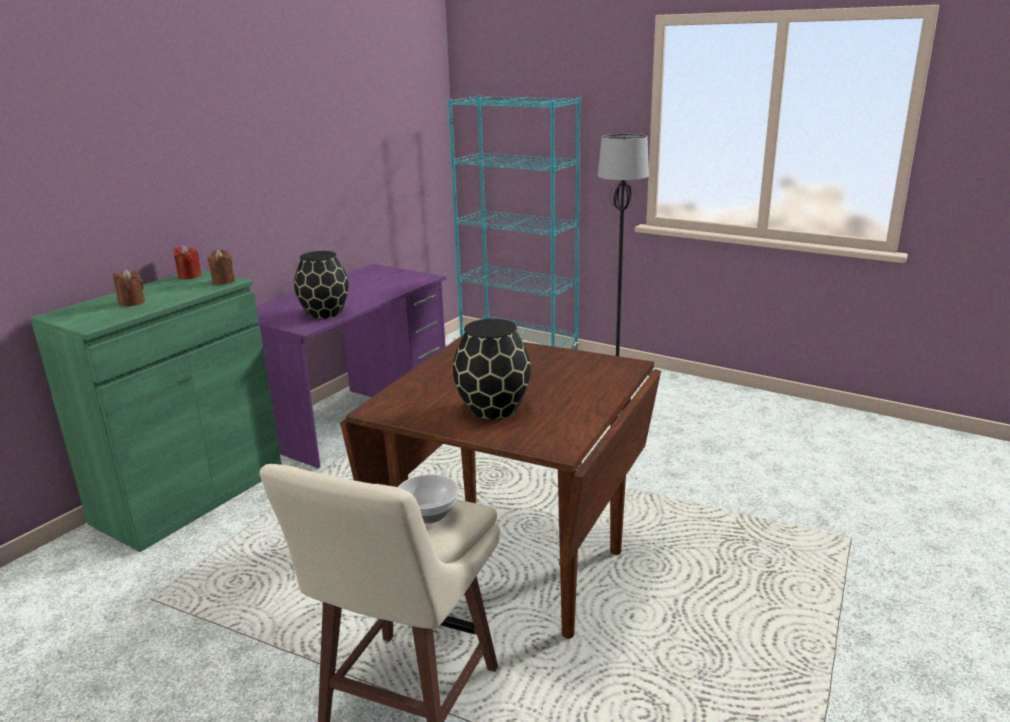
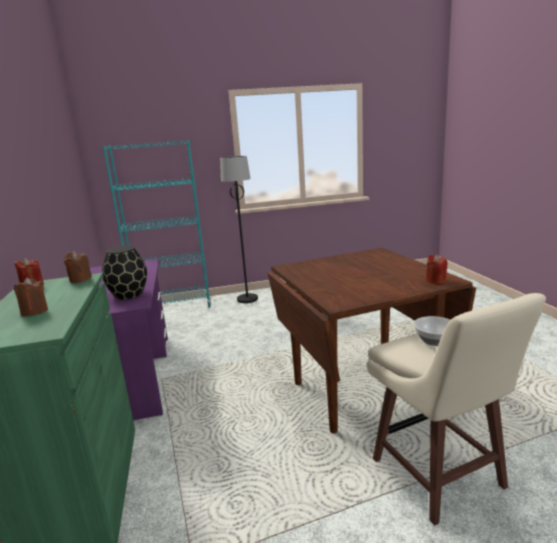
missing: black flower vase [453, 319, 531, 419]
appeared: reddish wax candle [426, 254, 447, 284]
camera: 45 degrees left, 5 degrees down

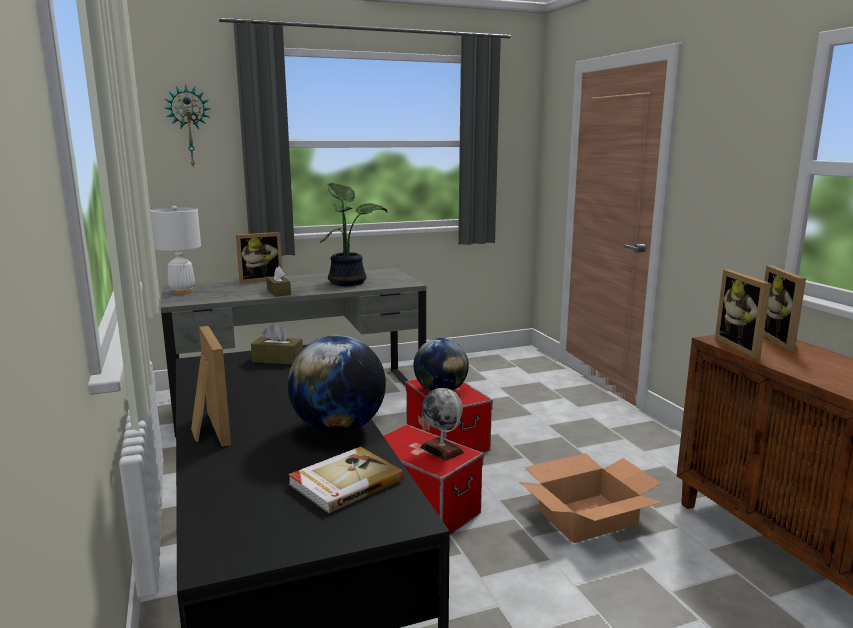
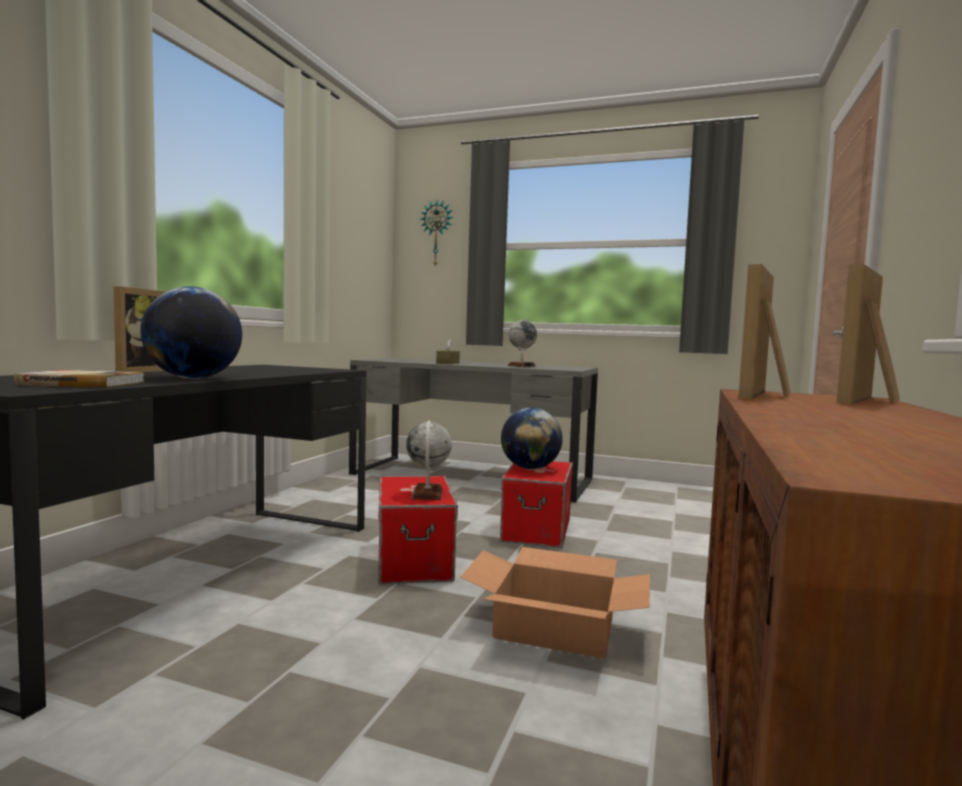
missing: white lamp for a table [151, 206, 201, 294]; photo frame [236, 232, 282, 283]; brown tissue box [251, 323, 303, 365]
exchanged: plant in a pot [320, 183, 388, 286] to world globe [508, 319, 537, 367]
camera: 40 degrees right, 10 degrees down

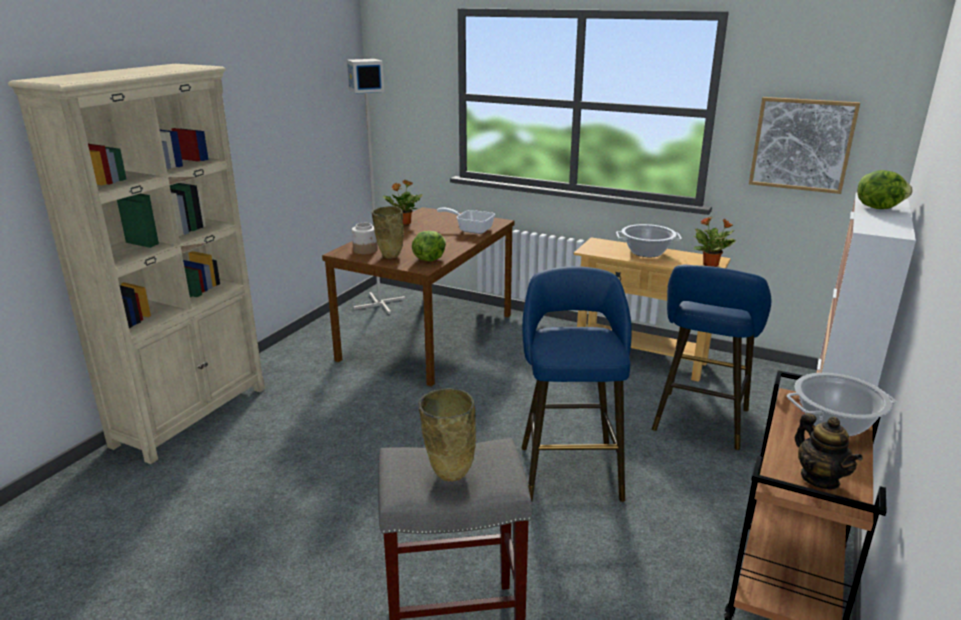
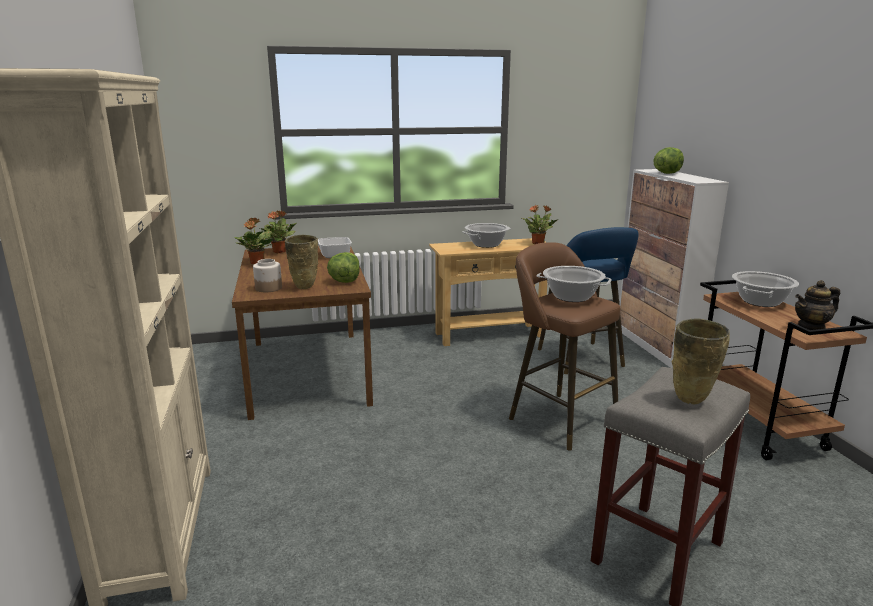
missing: greyish standard lamp [347, 59, 405, 314]; picture [749, 97, 860, 194]
appeared: plant in a pot [260, 210, 296, 253]; stockpot [537, 266, 612, 302]
colour: blue-coloured stool seat [522, 266, 632, 502] to brown stool seat [509, 242, 620, 451]
spun: teapot [795, 413, 863, 490] = [795, 280, 840, 330] 135 degrees clockwise
camera: 40 degrees left, 5 degrees down

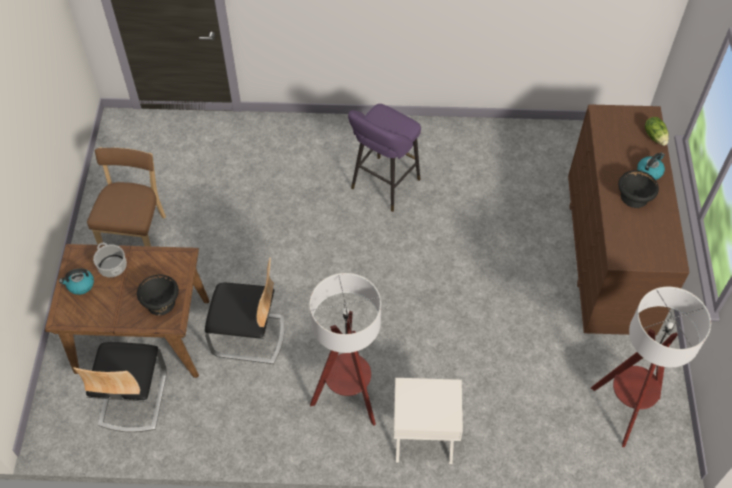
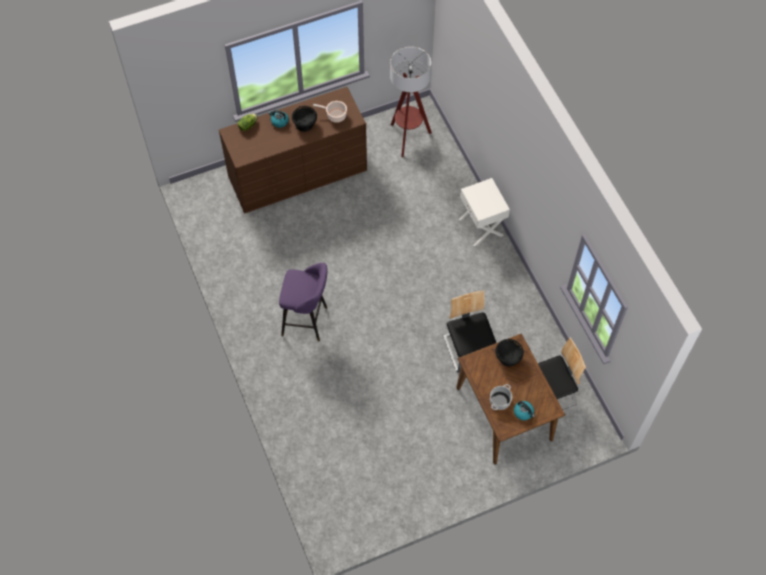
missing: brown upright chair [87, 147, 166, 246]; standard lamp [309, 273, 381, 425]
appeared: stockpot [313, 101, 347, 123]
camera: 115 degrees left, 5 degrees up

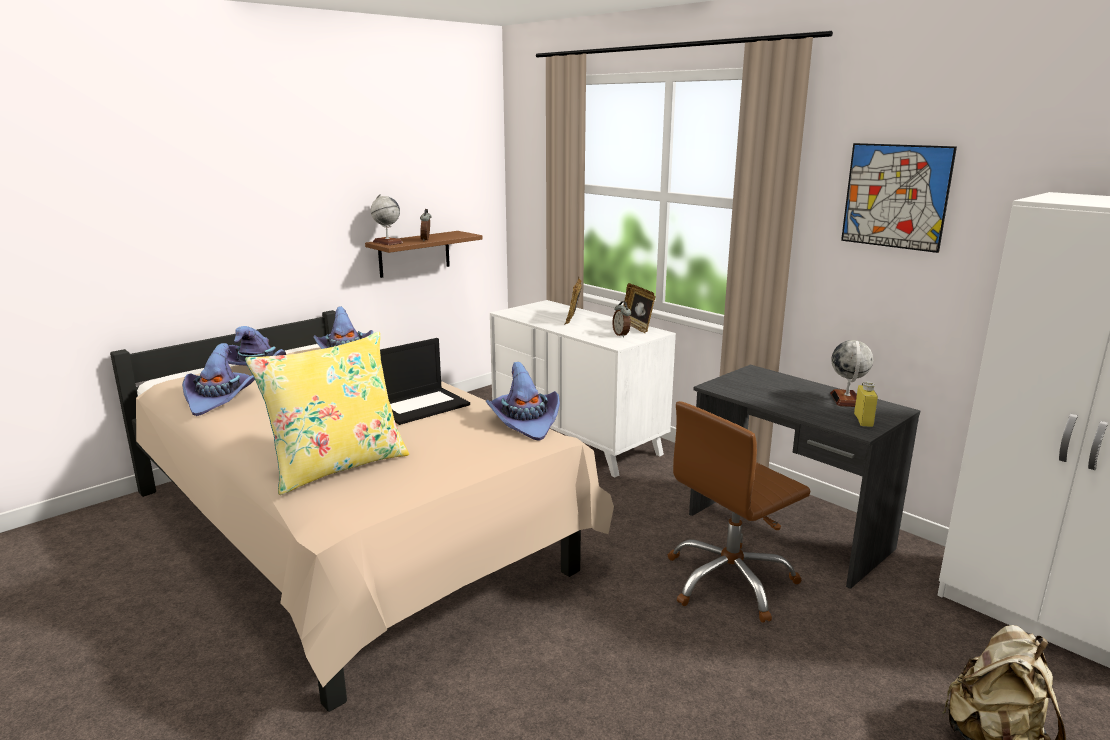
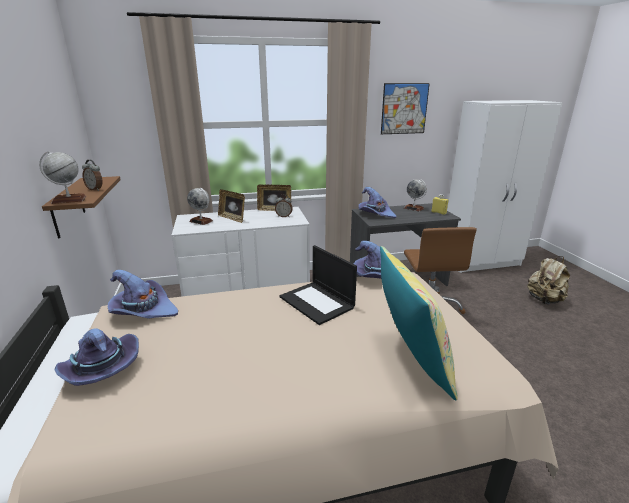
appeared: world globe [187, 188, 213, 225]
relocated: purple clothing hat [182, 343, 255, 416] to [358, 187, 396, 218]
spun: laptop [380, 338, 470, 425] = [280, 245, 357, 325] 150 degrees clockwise
camera: 60 degrees left, 5 degrees up

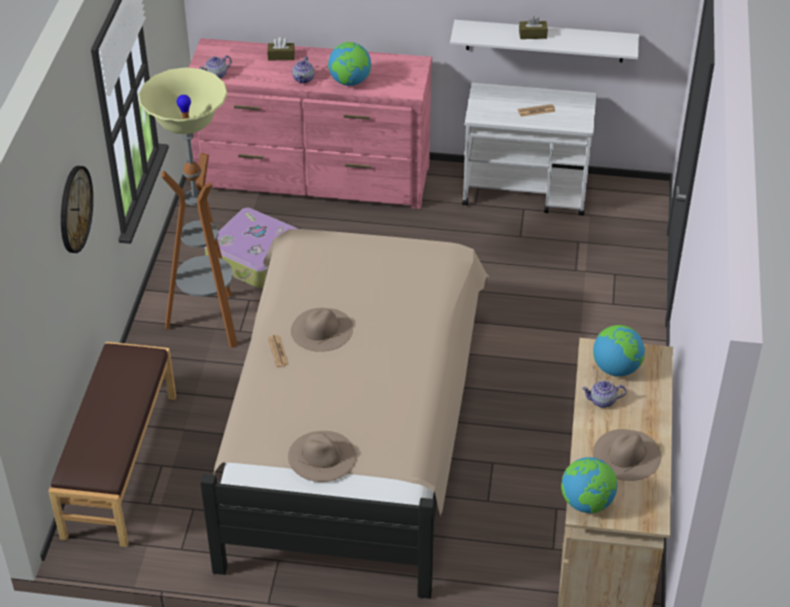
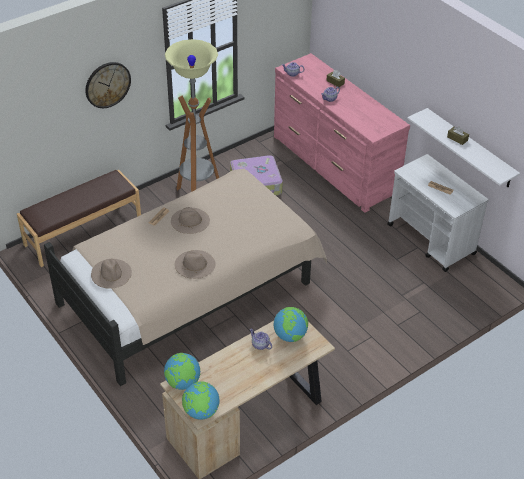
relocated: world globe [328, 42, 371, 86] to [182, 381, 220, 420]; beige-coloured clothing hat [593, 429, 661, 481] to [175, 250, 216, 279]
camera: 45 degrees right, 0 degrees up

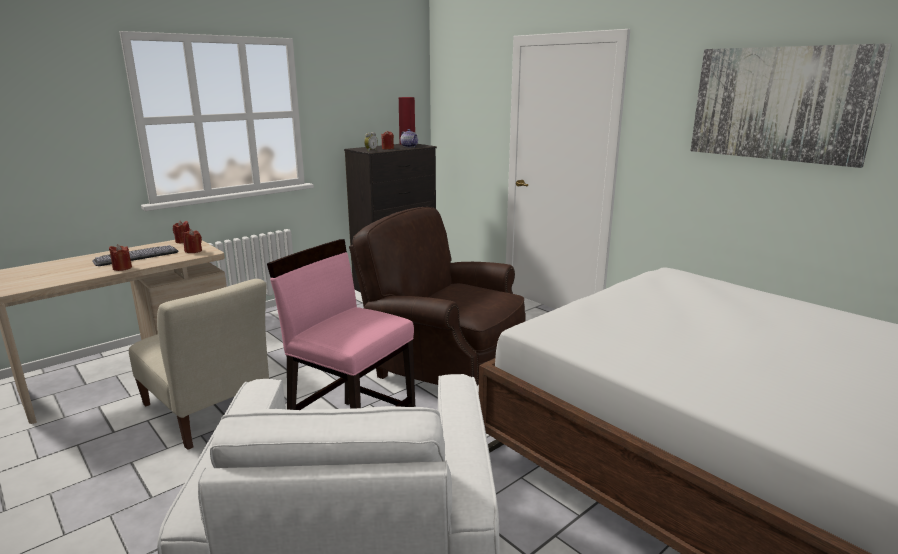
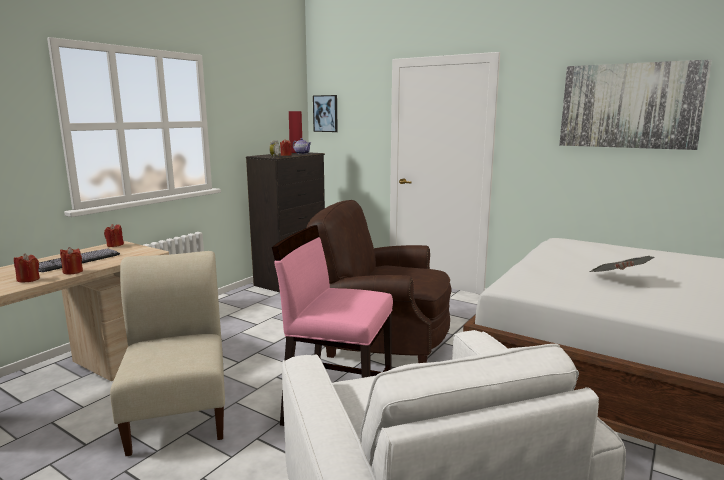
appeared: picture [313, 95, 338, 132]; printed paper [589, 256, 655, 272]
relocated: reddish wax candle [182, 229, 202, 253] to [14, 254, 40, 283]
spun: beige-coloured upright chair [129, 279, 269, 450] = [110, 251, 225, 456] 135 degrees counterclockwise
camera: 15 degrees left, 5 degrees down

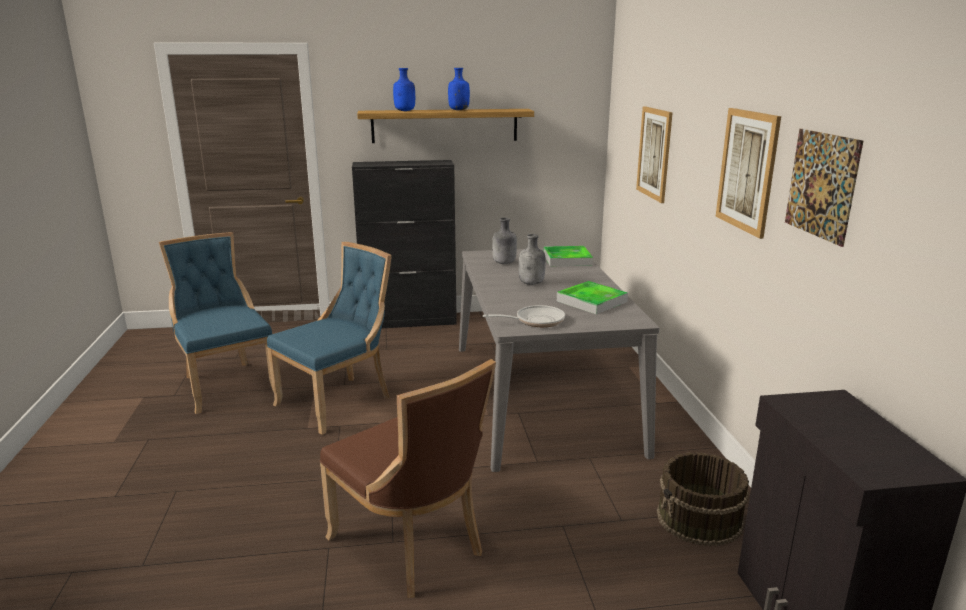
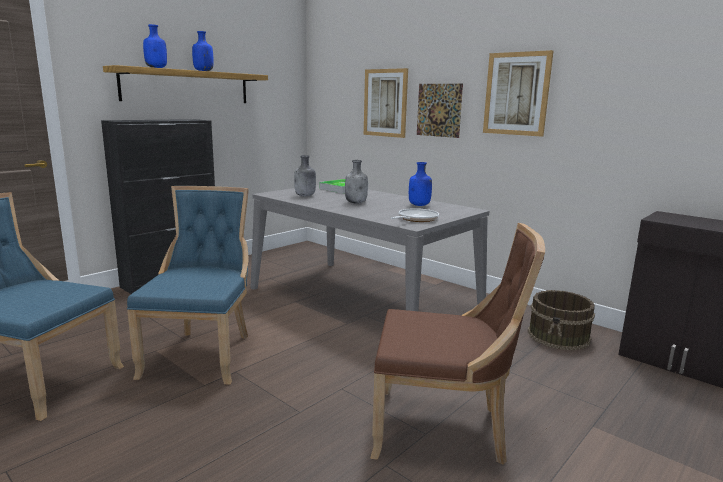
relocated: picture [785, 129, 863, 247] to [417, 84, 463, 138]
exchanged: carrying tray [557, 281, 628, 314] to blue-coloured drink bottle [409, 162, 432, 206]
camera: 40 degrees left, 5 degrees down

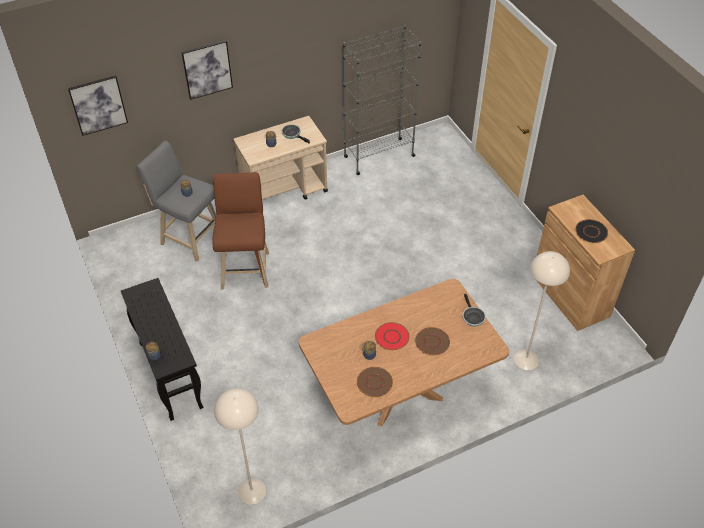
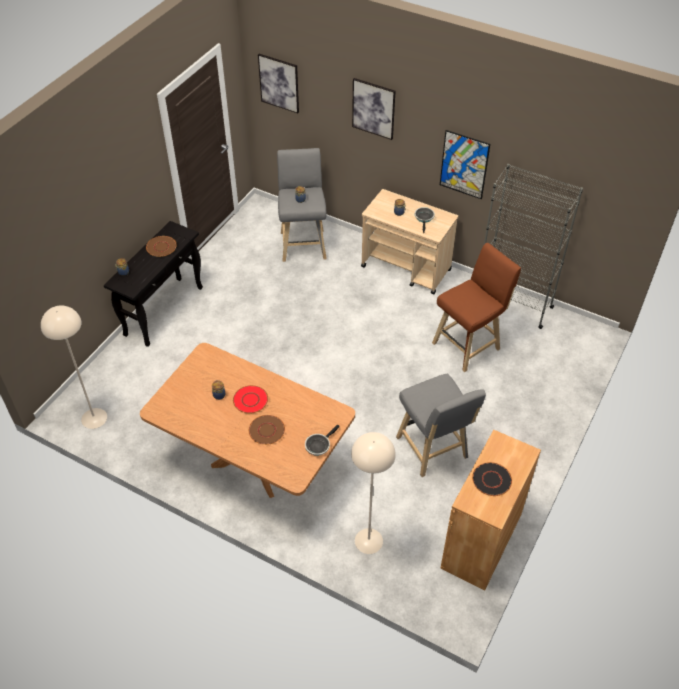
appeared: greyish stool seat [396, 374, 486, 477]; picture [440, 130, 490, 199]
relocated: brown stool seat [212, 172, 269, 289] to [432, 243, 521, 372]; brown flat dish [357, 367, 393, 397] to [146, 236, 177, 257]
camera: 55 degrees right, 0 degrees up

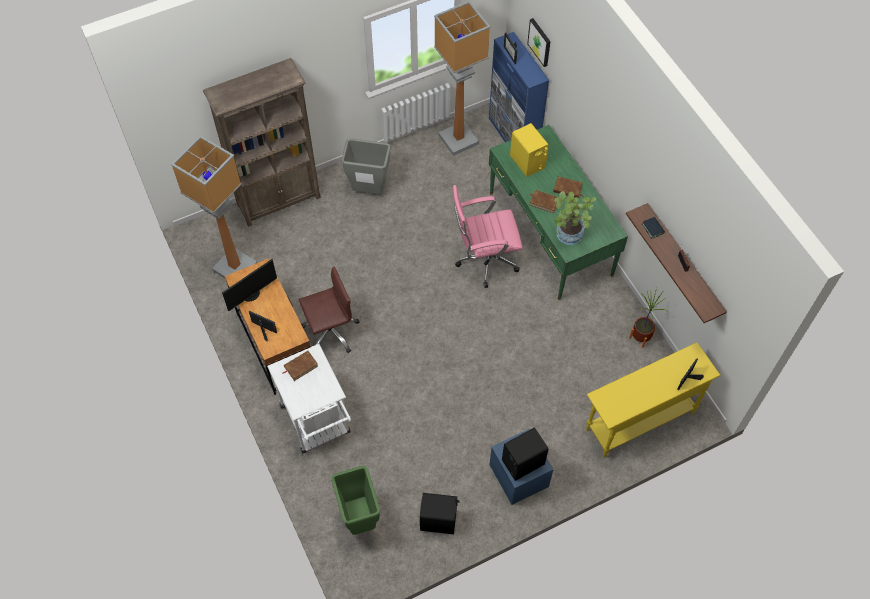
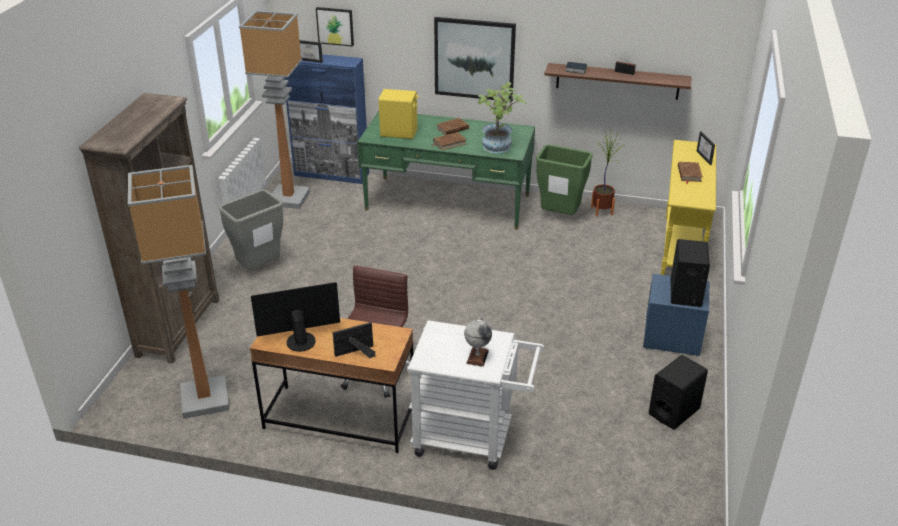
missing: pink-coloured computer chair [452, 185, 523, 288]
appeared: picture [434, 17, 516, 102]; world globe [464, 317, 492, 367]
relocated: brown book [283, 351, 318, 381] to [678, 162, 703, 184]; green-coloured waste bin [331, 466, 380, 535] to [536, 144, 593, 215]
spun: computer display [222, 259, 277, 311] = [251, 282, 340, 352] 105 degrees counterclockwise
camera: 50 degrees left, 25 degrees down

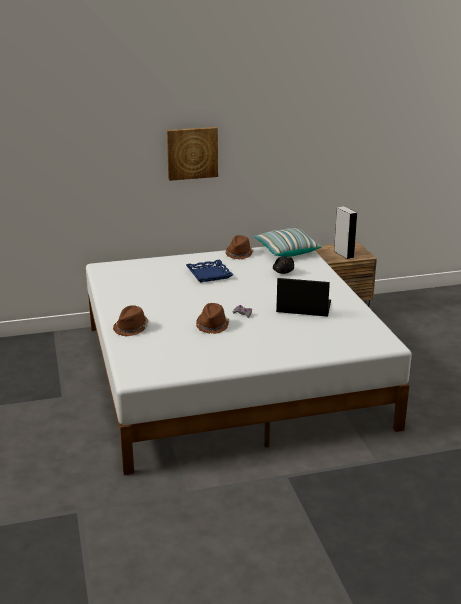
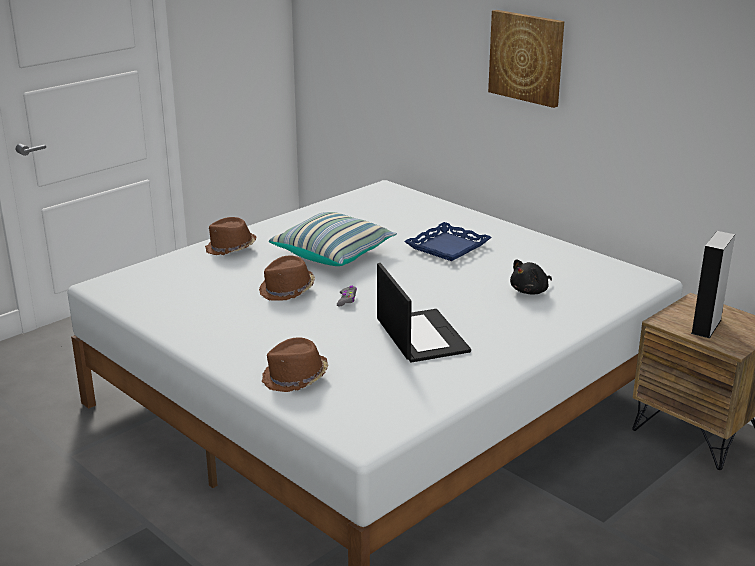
relocated: brown clothing hat [226, 235, 254, 260] to [262, 337, 328, 392]; cushion [254, 228, 322, 257] to [269, 212, 397, 266]
camera: 60 degrees right, 0 degrees up

